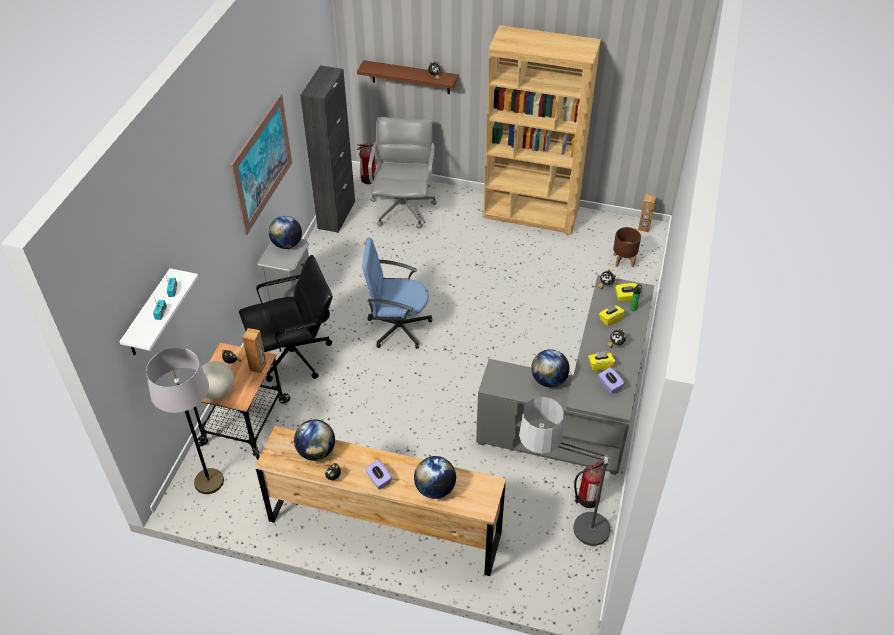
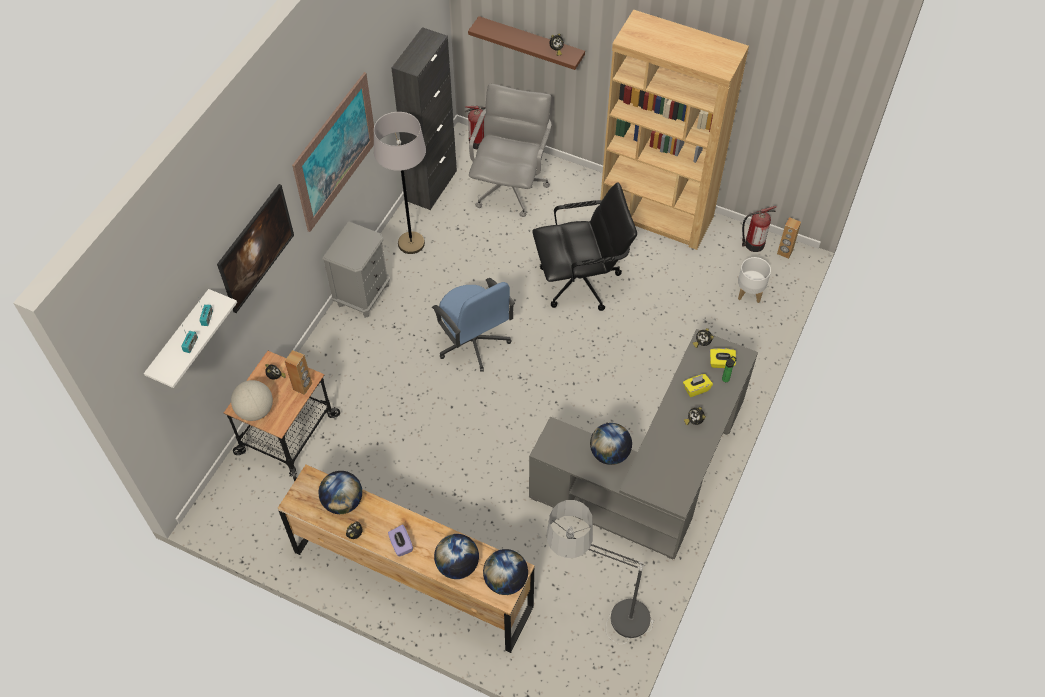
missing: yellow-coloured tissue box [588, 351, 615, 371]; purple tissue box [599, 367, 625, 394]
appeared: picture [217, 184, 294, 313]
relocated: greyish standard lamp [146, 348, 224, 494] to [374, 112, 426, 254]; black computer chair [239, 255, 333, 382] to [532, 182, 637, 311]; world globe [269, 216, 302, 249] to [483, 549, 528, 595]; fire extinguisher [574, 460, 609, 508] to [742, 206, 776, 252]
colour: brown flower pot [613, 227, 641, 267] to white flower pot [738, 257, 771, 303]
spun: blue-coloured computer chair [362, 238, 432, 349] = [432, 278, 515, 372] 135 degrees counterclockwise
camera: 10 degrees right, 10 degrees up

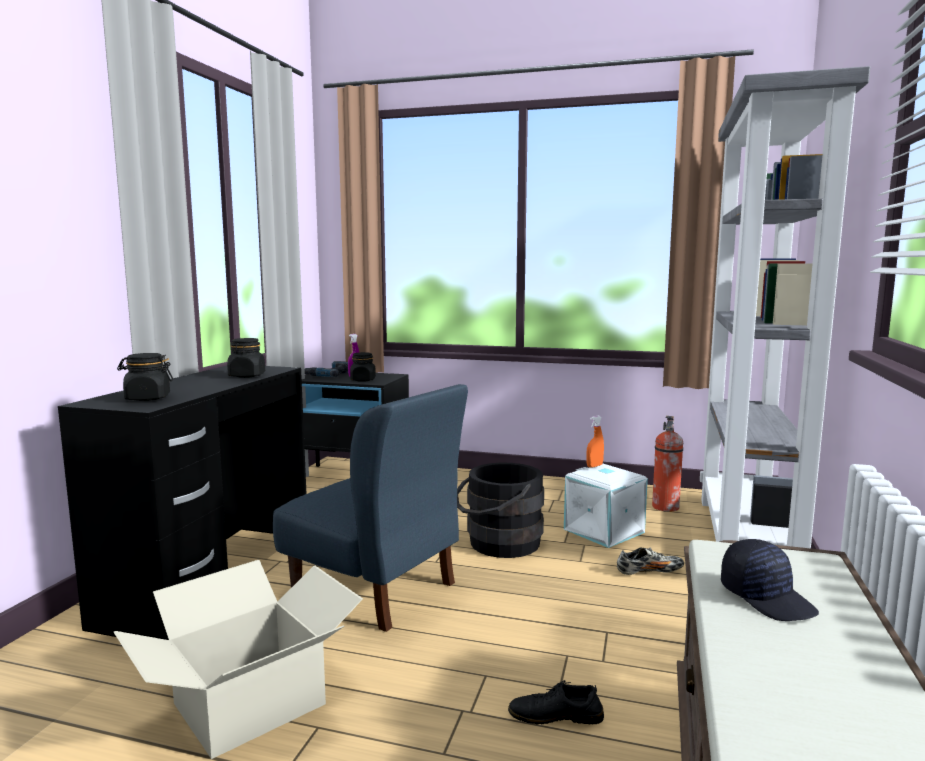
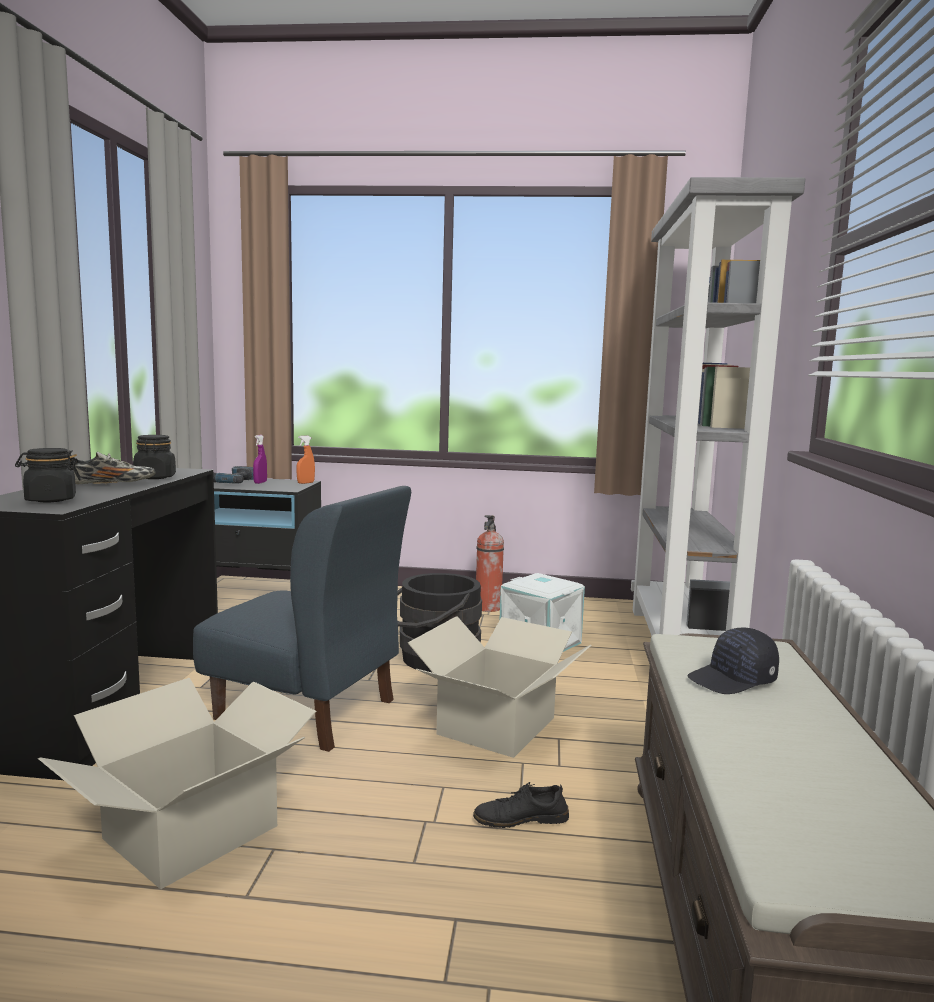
missing: black jar [350, 352, 376, 382]
appeared: cardboard box [408, 616, 591, 758]
relocated: orange sprayer [586, 415, 604, 468] to [296, 436, 315, 484]; item of footwear [617, 547, 684, 575] to [70, 452, 156, 485]; fire extinguisher [652, 416, 684, 512] to [476, 515, 504, 612]
spun: black baseball cap [721, 539, 819, 621] = [687, 627, 779, 694] 105 degrees clockwise
camera: 10 degrees left, 0 degrees up

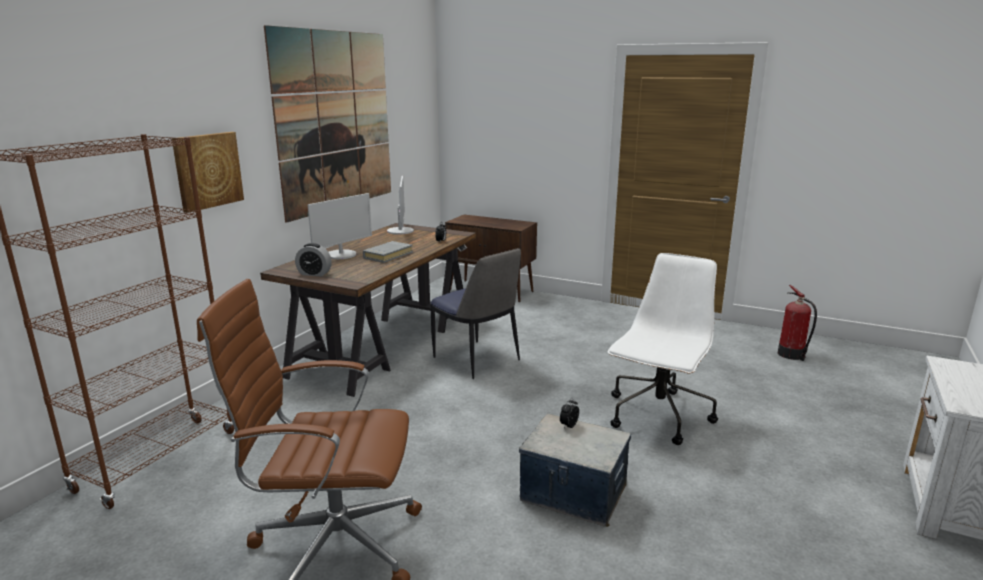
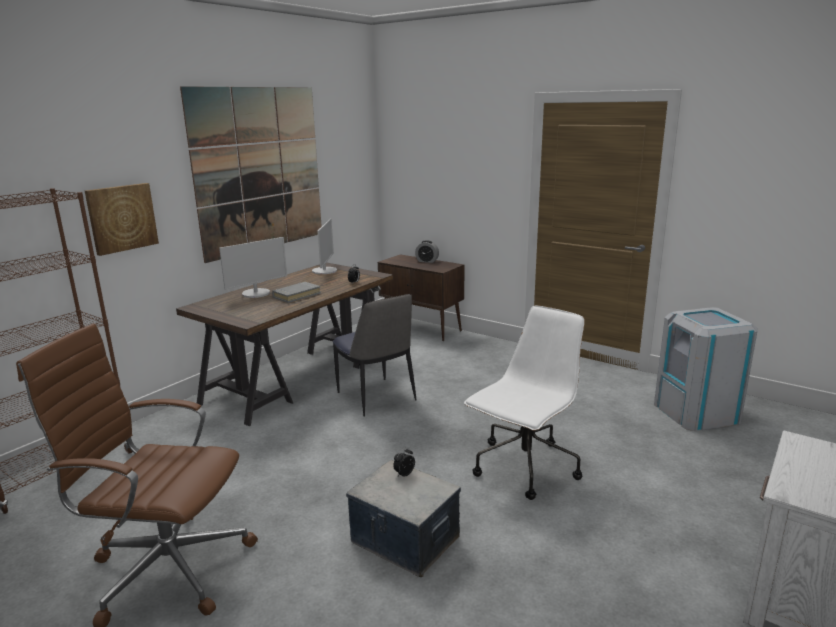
relocated: alarm clock [295, 243, 332, 276] to [415, 240, 439, 263]
exchanged: fire extinguisher [778, 285, 817, 361] to greyish waste bin [654, 307, 758, 431]
camera: 10 degrees right, 0 degrees up

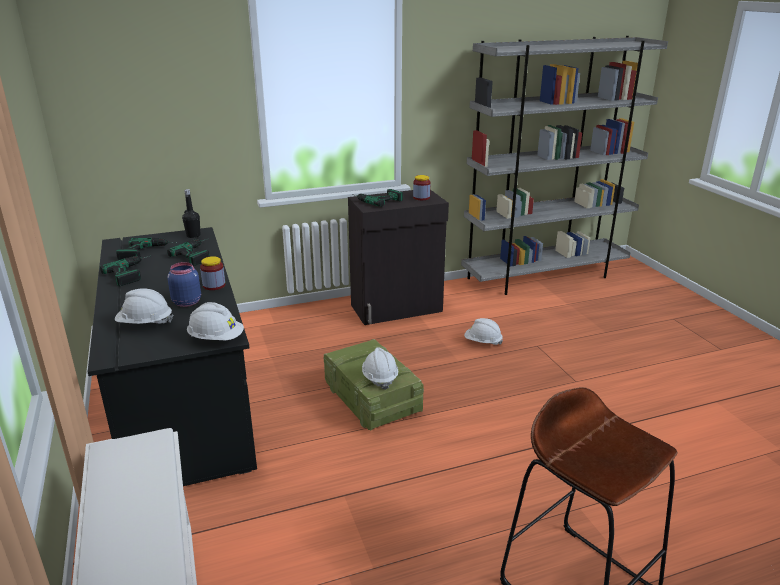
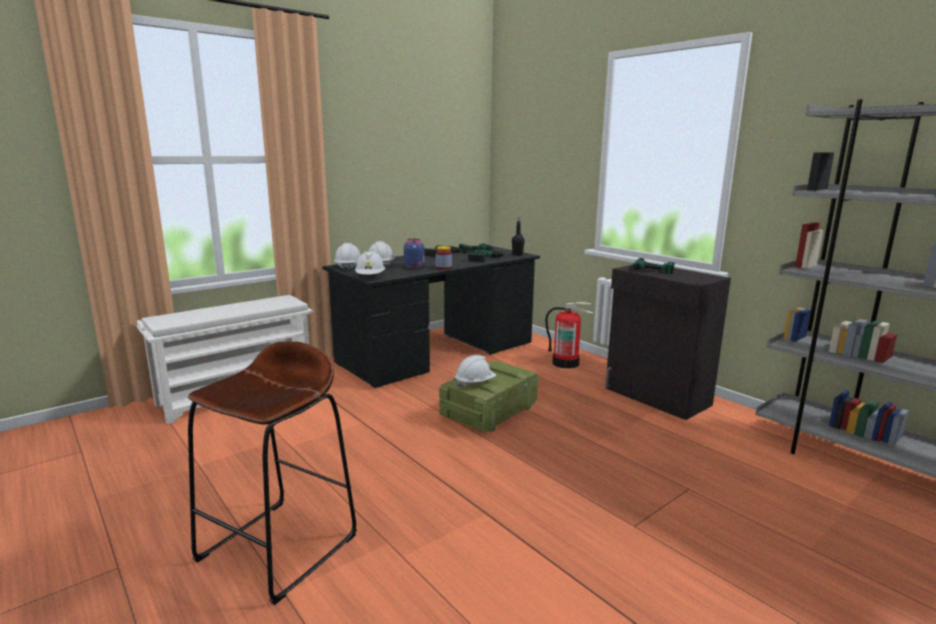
missing: jar [413, 175, 430, 200]
appeared: fire extinguisher [545, 302, 594, 369]
relocated: white hard hat [464, 318, 503, 345] to [334, 243, 360, 271]
camera: 70 degrees right, 10 degrees down

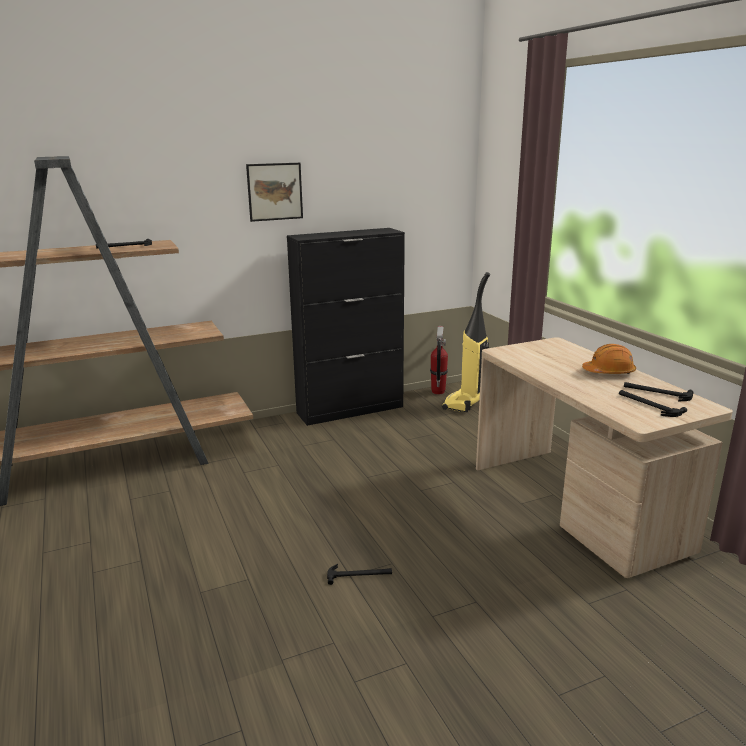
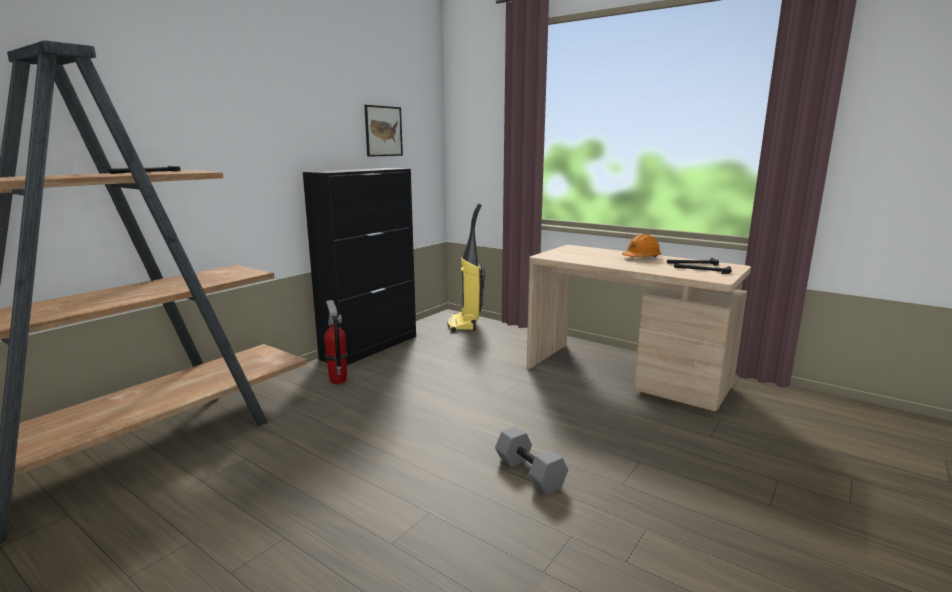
relocated: picture [246, 163, 303, 222] to [364, 105, 403, 157]; fire extinguisher [430, 326, 448, 395] to [324, 300, 348, 384]
exchanged: hammer [327, 564, 392, 585] to greyish dumbbell [495, 426, 568, 494]
camera: 30 degrees left, 5 degrees down

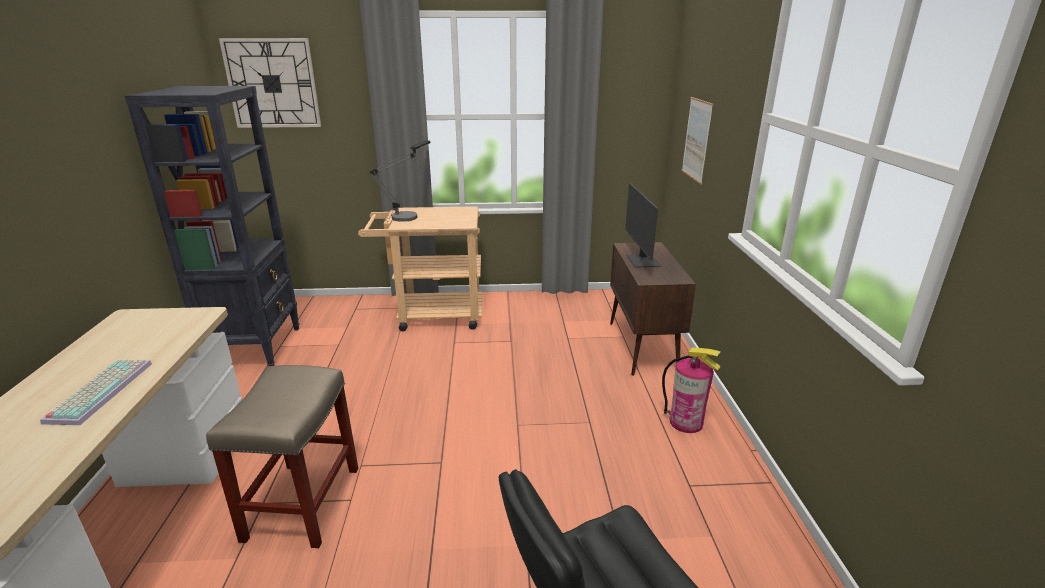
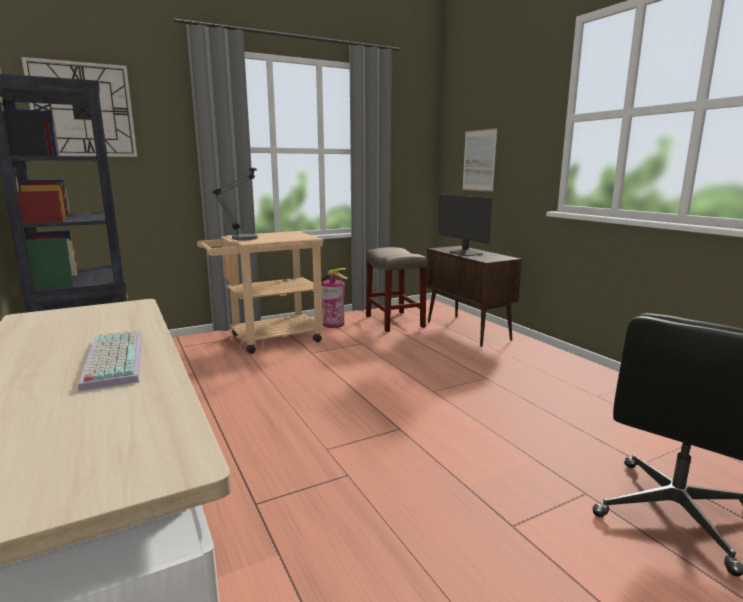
relocated: beige-coloured stool seat [206, 365, 359, 548] to [366, 247, 428, 332]; fire extinguisher [662, 347, 721, 433] to [321, 268, 348, 328]
camera: 25 degrees left, 10 degrees down

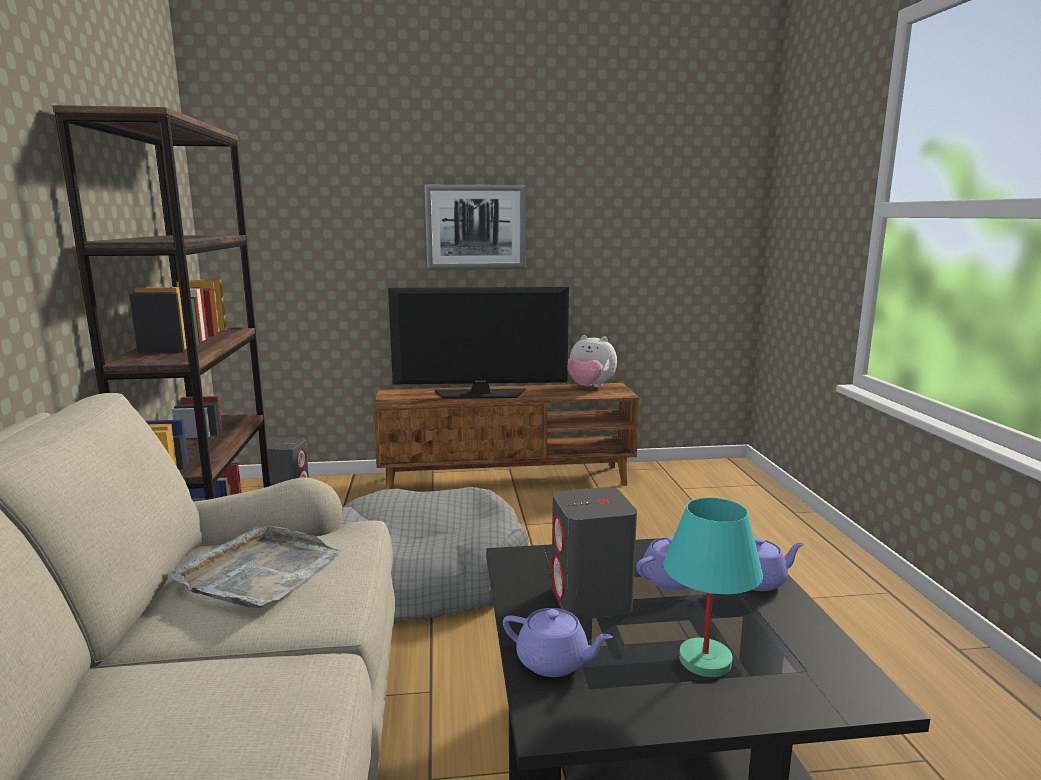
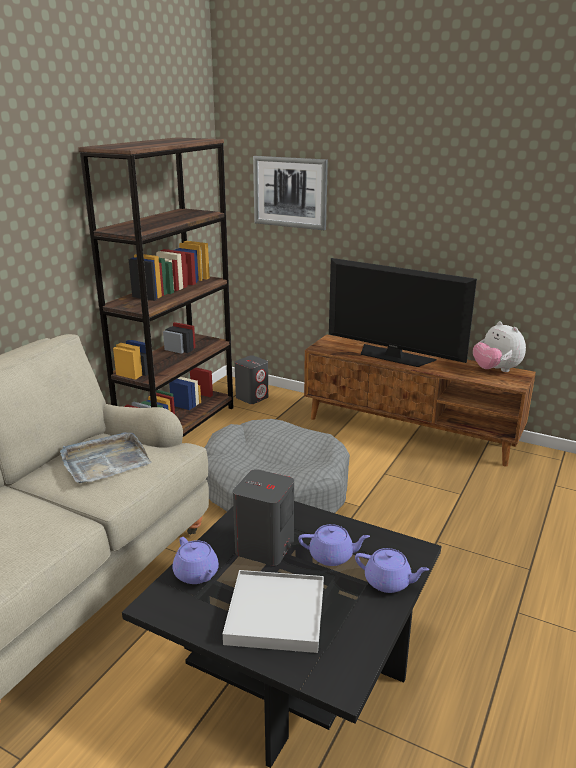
relocated: picture [425, 185, 526, 270] to [253, 156, 328, 230]
exchanged: blue-green lamp for a table [663, 497, 763, 677] to white carrying tray [223, 570, 324, 653]
camera: 35 degrees right, 10 degrees up

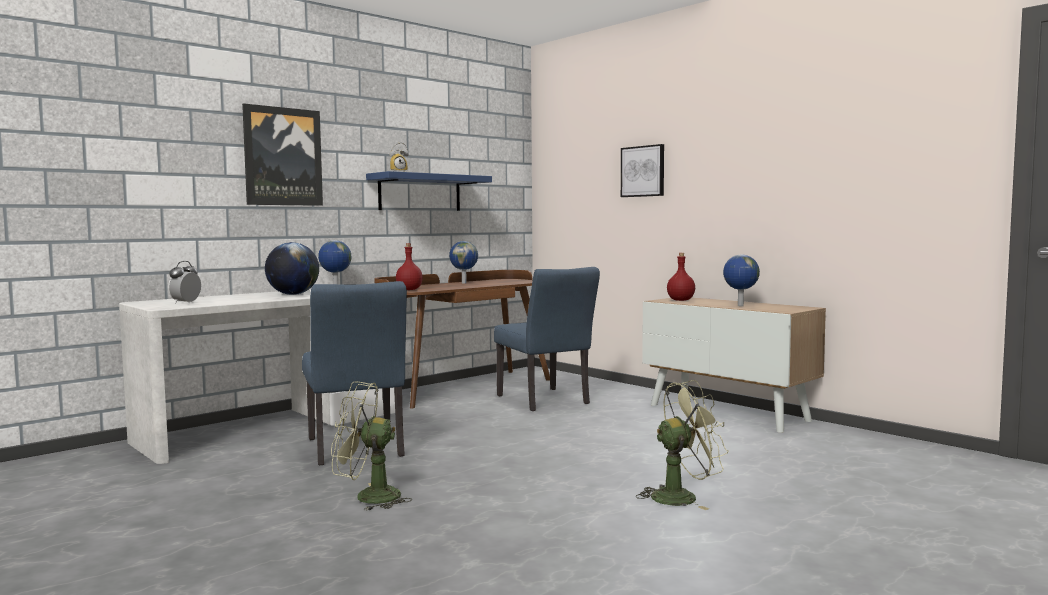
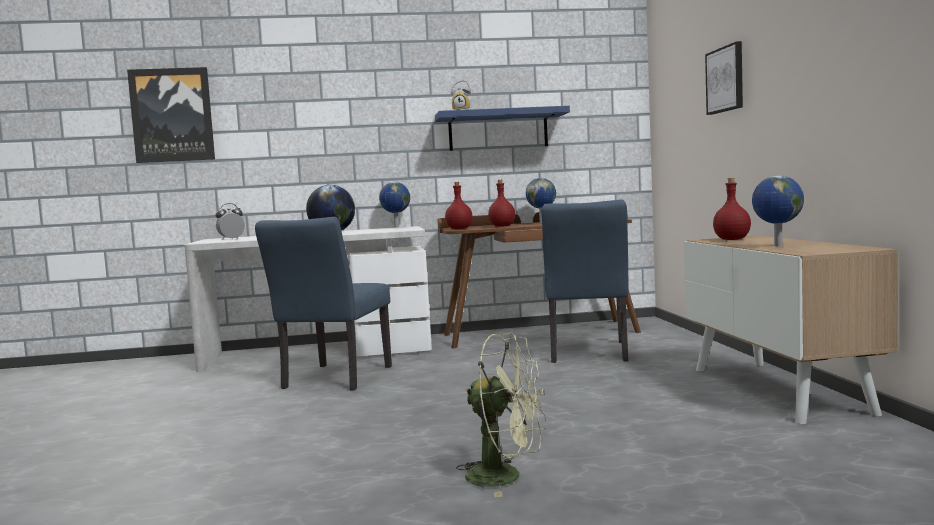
missing: green-coloured electric fan [331, 381, 412, 511]
appeared: reddish drink bottle [488, 180, 515, 227]
relocated: picture [242, 103, 323, 206] to [127, 67, 215, 163]
camera: 35 degrees right, 0 degrees up

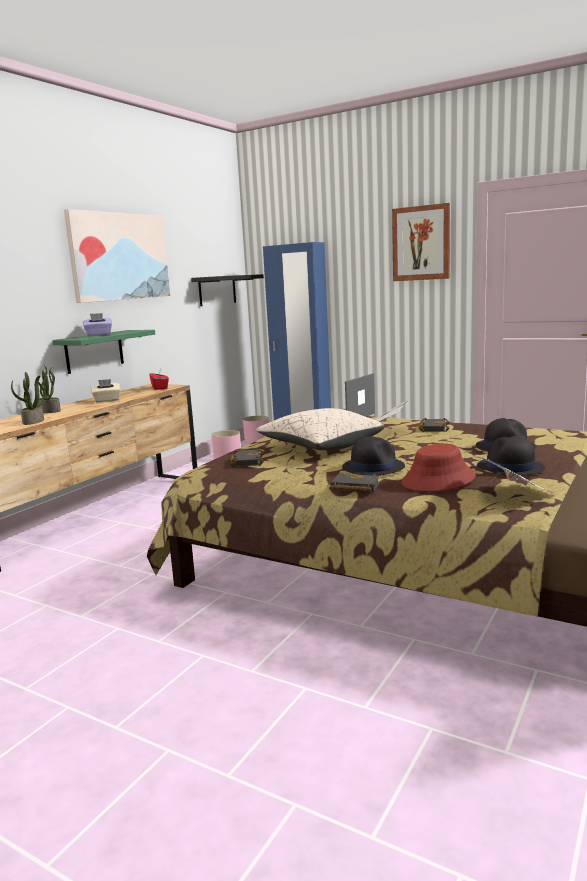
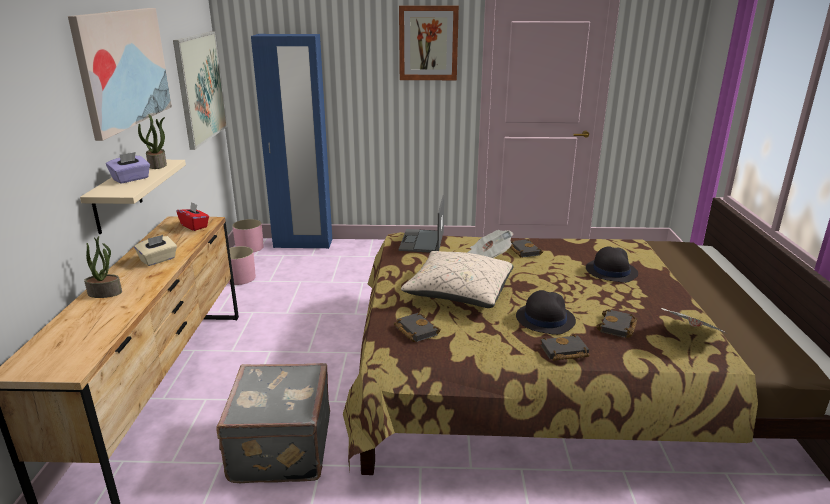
missing: black clothing hat [477, 436, 545, 476]
appeared: greyish piece of luggage [216, 363, 330, 483]
relocated: plant in a pot [11, 372, 45, 425] to [138, 114, 167, 169]
exchanged: black bracket shelf [191, 274, 264, 306] to picture [173, 31, 227, 150]; reddish clothing hat [402, 443, 475, 492] to black book [596, 309, 637, 338]
colour: green-coloured bracket shelf [52, 330, 155, 374] to beige-coloured bracket shelf [80, 159, 186, 234]
camera: 30 degrees left, 10 degrees up

